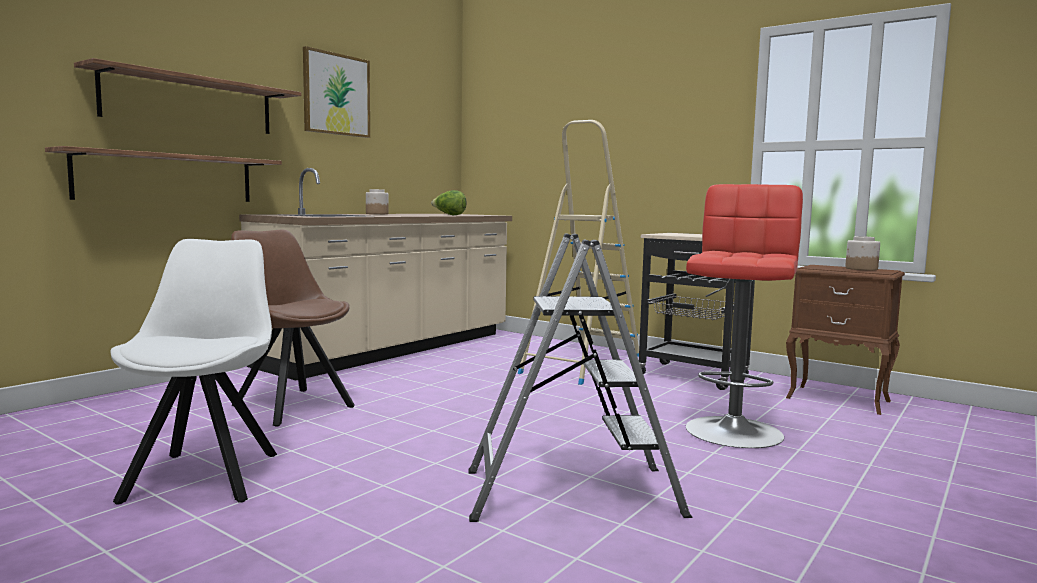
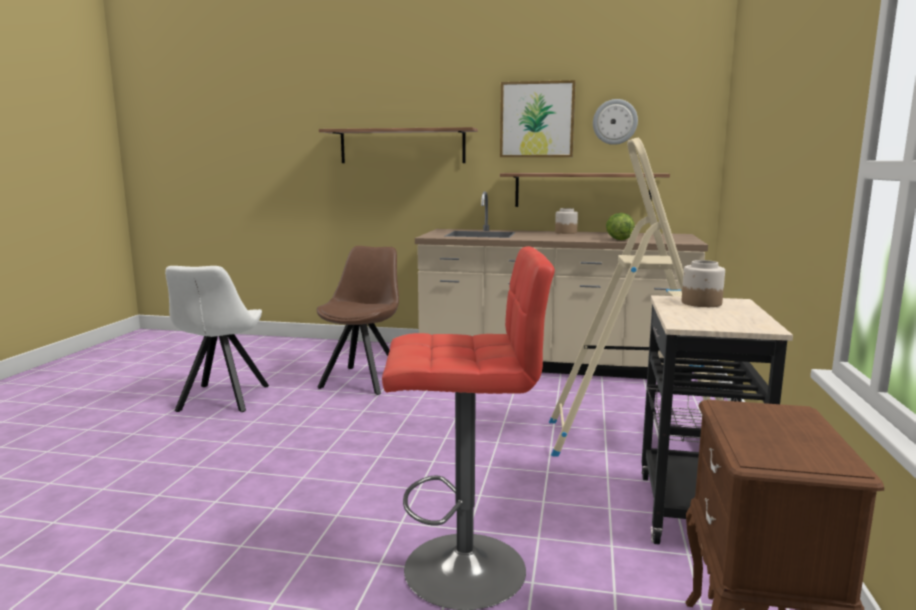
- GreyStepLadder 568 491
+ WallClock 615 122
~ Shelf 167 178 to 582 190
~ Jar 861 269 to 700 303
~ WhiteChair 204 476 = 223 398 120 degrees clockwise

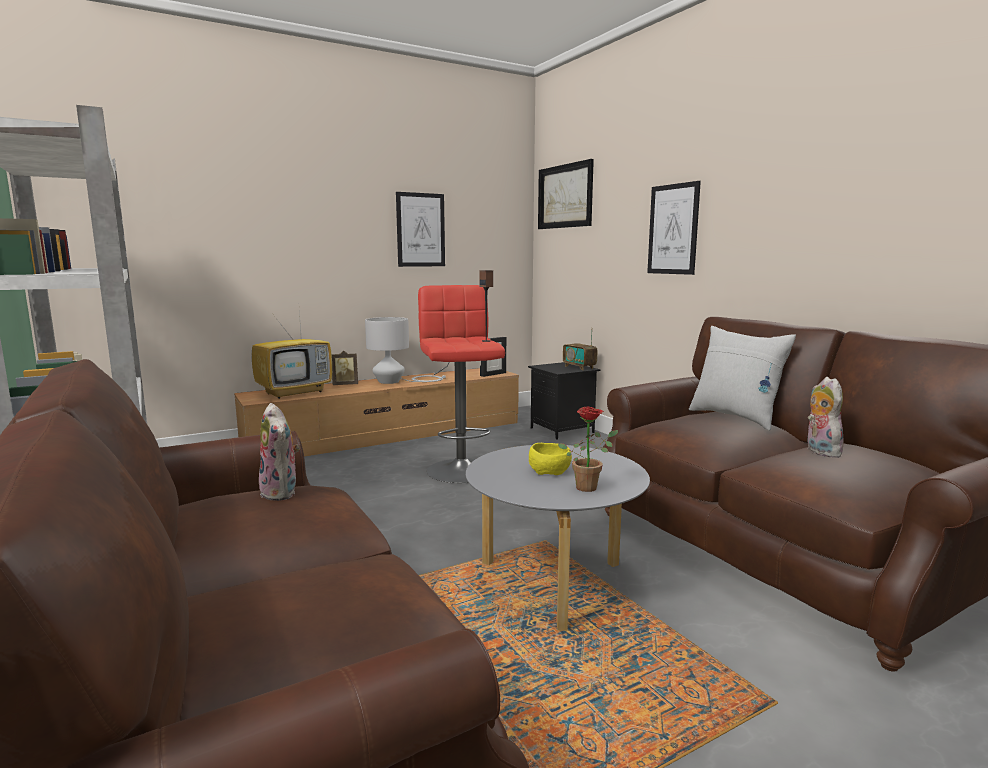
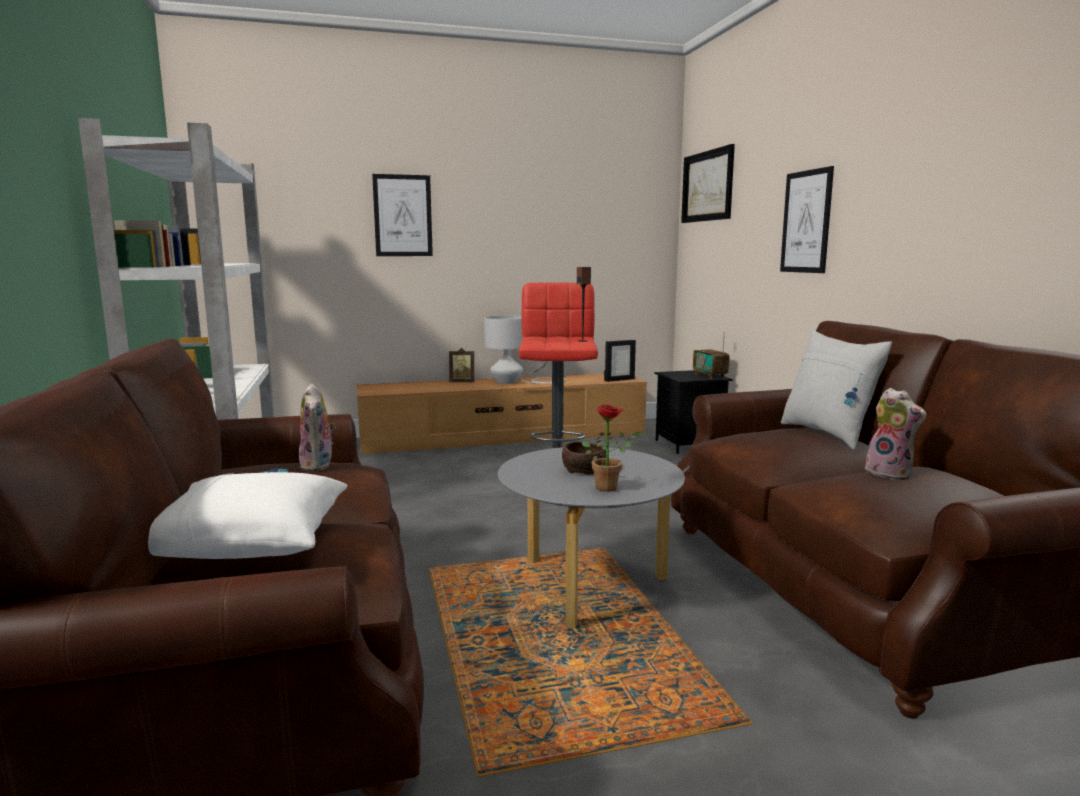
- Television 295 392
+ WhitePillow 250 544
~ Picture 420 230 to 403 215
~ YellowBowl 550 470 to BrownBowl 585 470
~ PlushToy 819 451 = 891 473 135 degrees clockwise

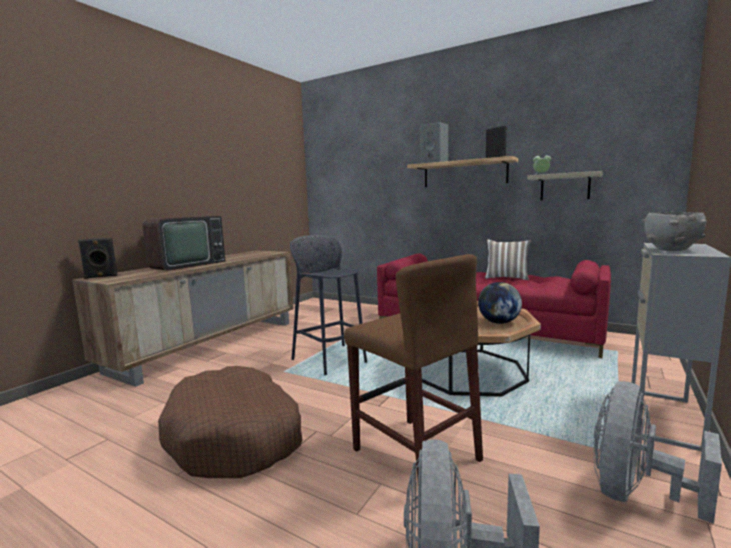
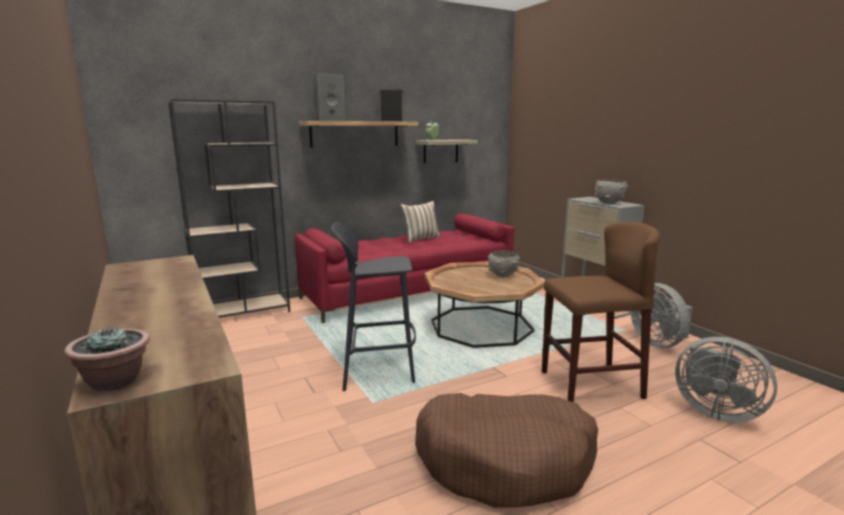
- Television 185 265
+ Bookcase 243 313
~ BlackSpeaker 101 277 to PottedPlant 115 382
~ Globe 499 322 to GreyBowl 502 276

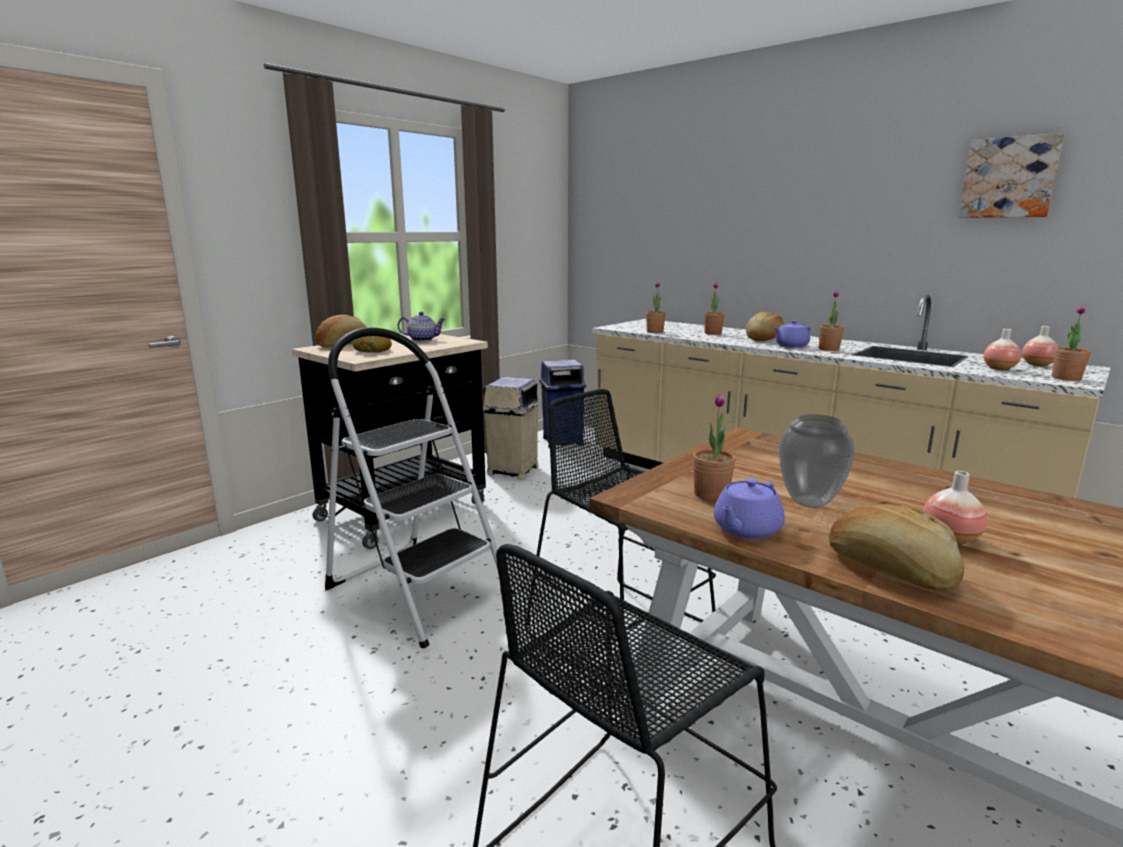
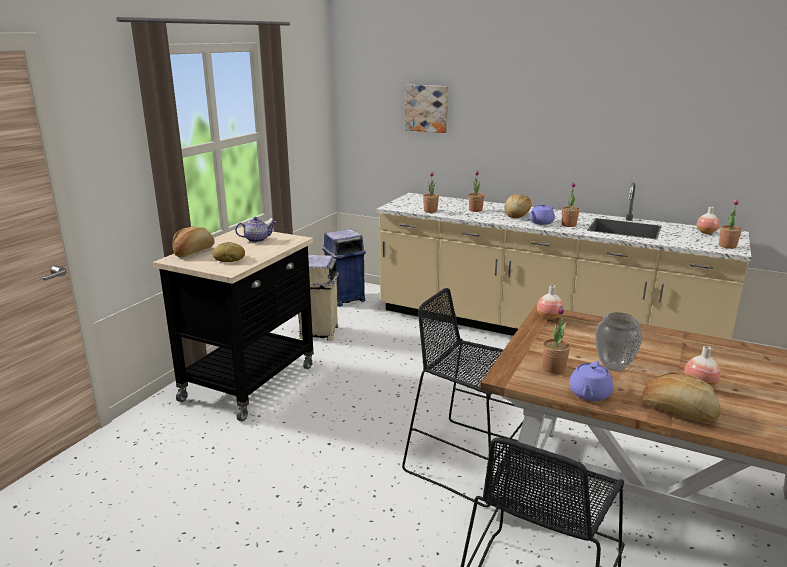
- StepLadder 415 590
~ Picture 1009 178 to 427 108
~ Vase 999 368 to 549 317

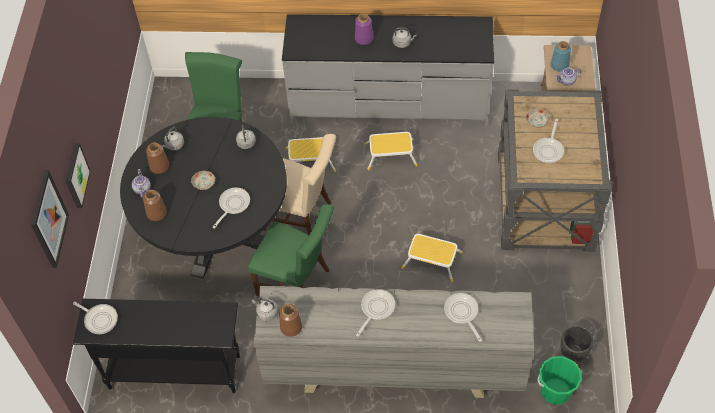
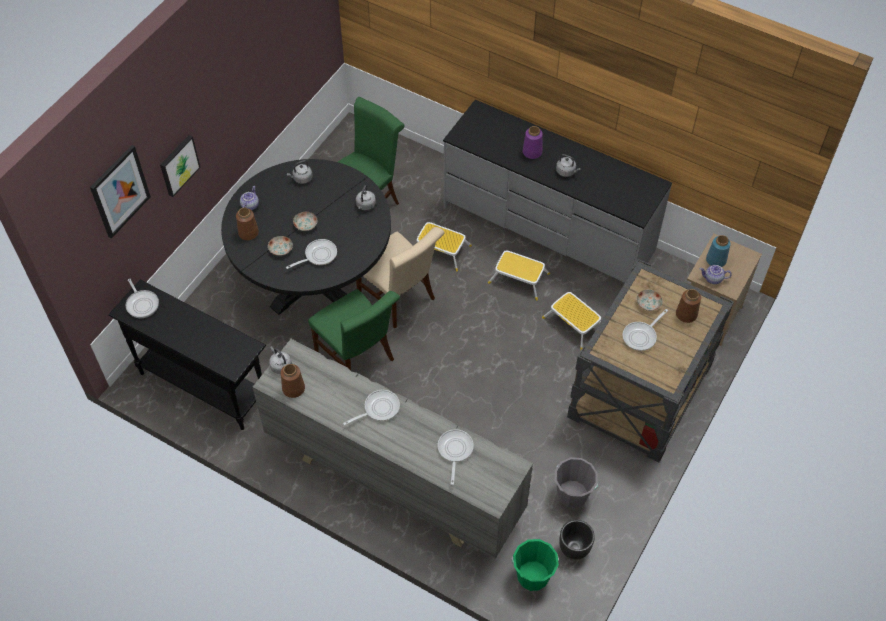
+ Plate 280 249
+ GreyBucket 572 494
~ BrownVase 159 166 to 686 314
~ YellowStepLadder 432 260 to 573 323

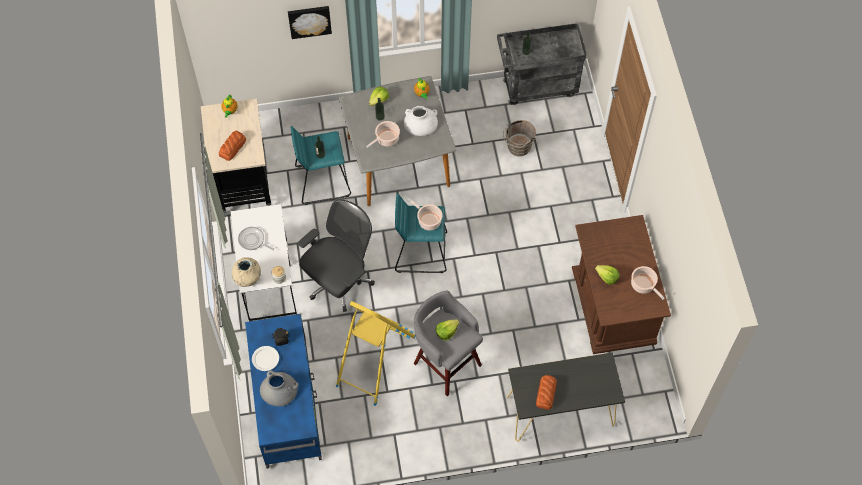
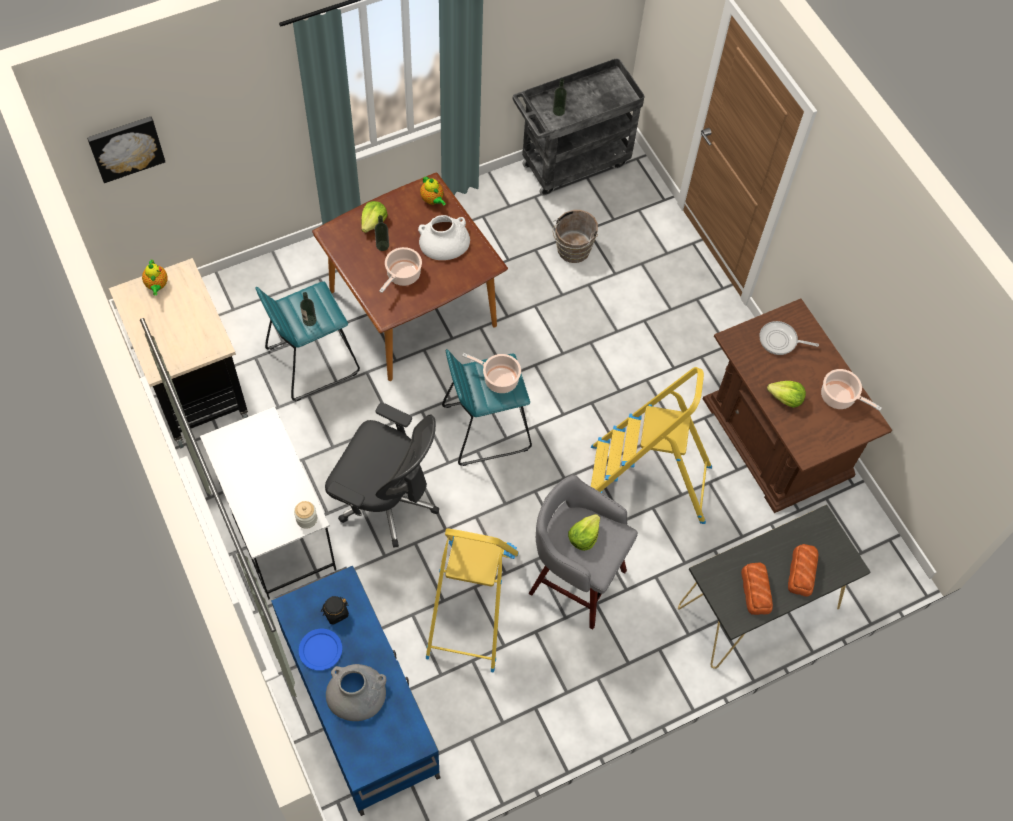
- BeigeVase 248 280
+ YellowStepLadder 646 484
~ Bread 233 147 to 802 571
~ FryingPan 253 240 to 780 341
~ Picture 309 20 to 126 147
~ WhitePlate 265 359 to BluePlate 320 650
~ GreyDiningTable 397 162 to BrownDiningTable 412 309
~ OfficeChair 340 283 = 385 502 90 degrees clockwise

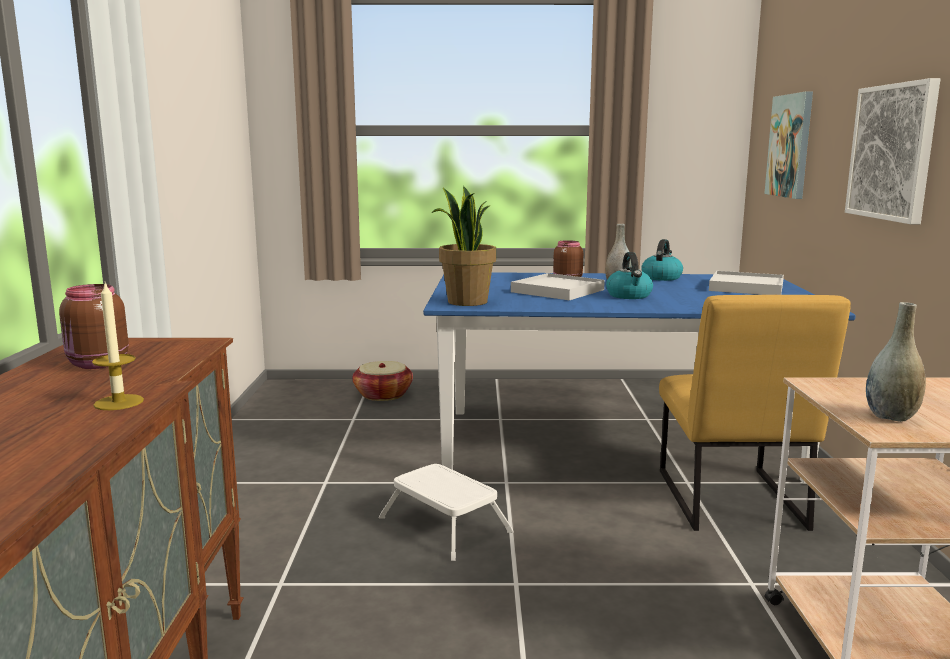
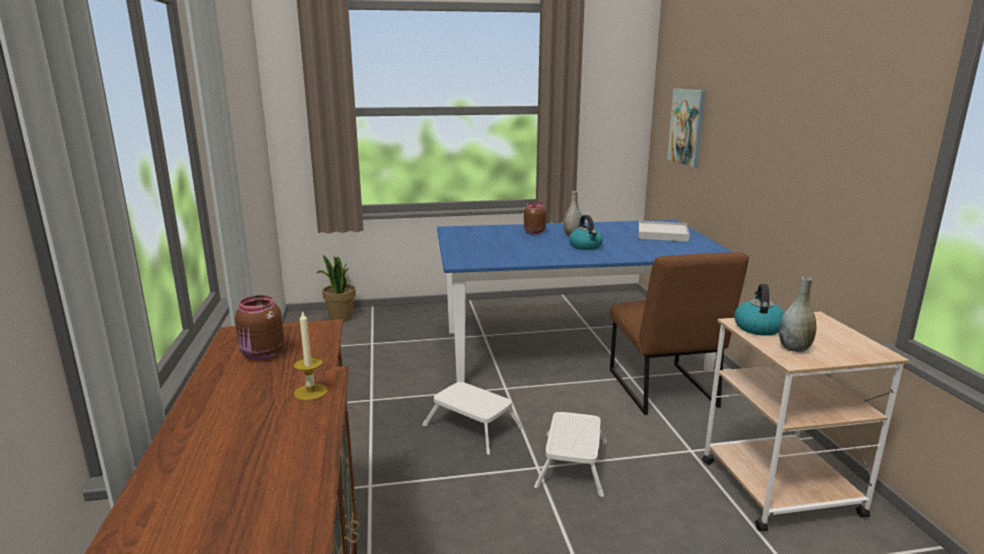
- Basket 383 395
- WhiteTray 557 291
- Picture 892 152
+ WhiteStepLadder 573 463
~ PottedPlant 466 302 to 340 318
~ Kettle 661 277 to 757 327
~ YellowChair 730 501 to BrownChair 662 389

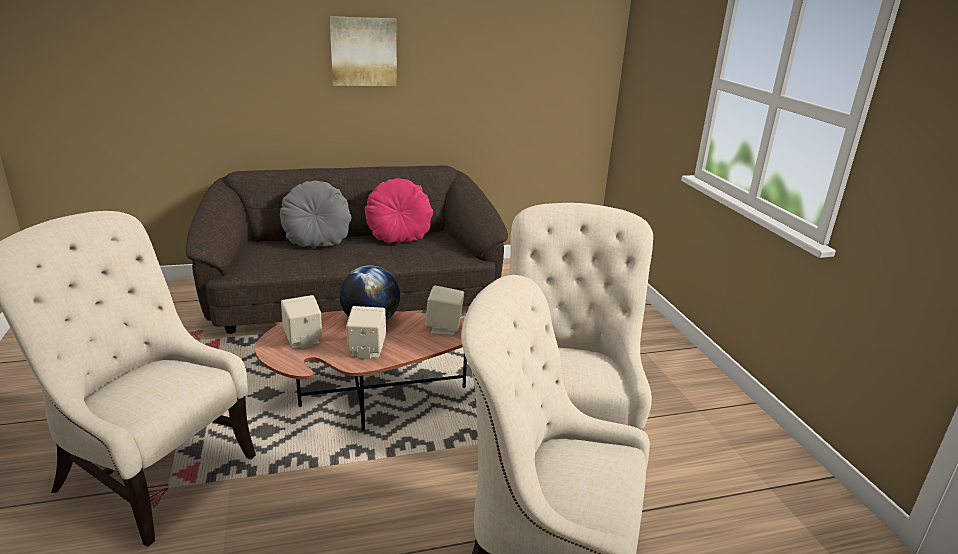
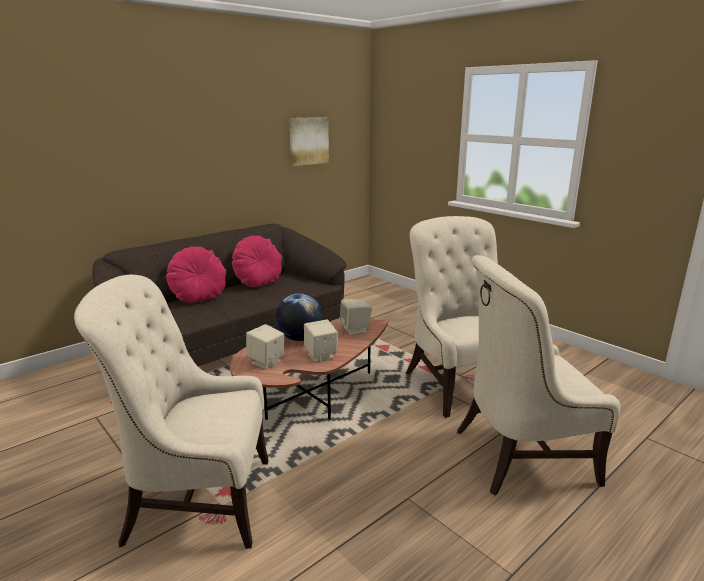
~ Picture 363 51 to 308 141
~ GreyPillow 317 243 to PinkPillow 199 299

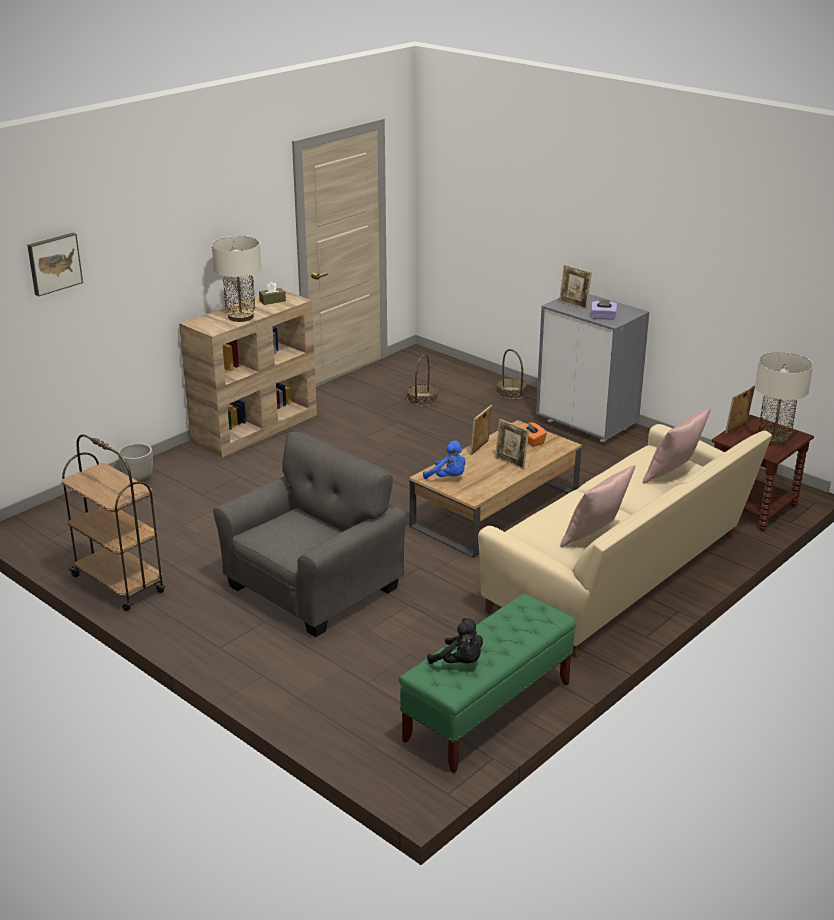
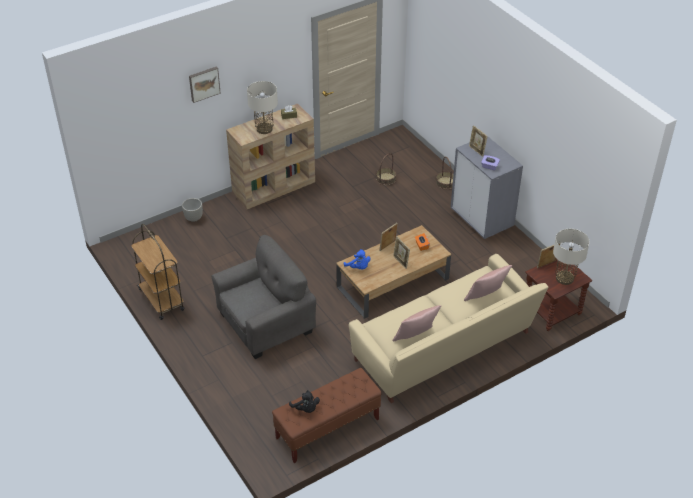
~ Picture 54 263 to 204 83
~ GreenBench 487 712 to BrownBench 327 429

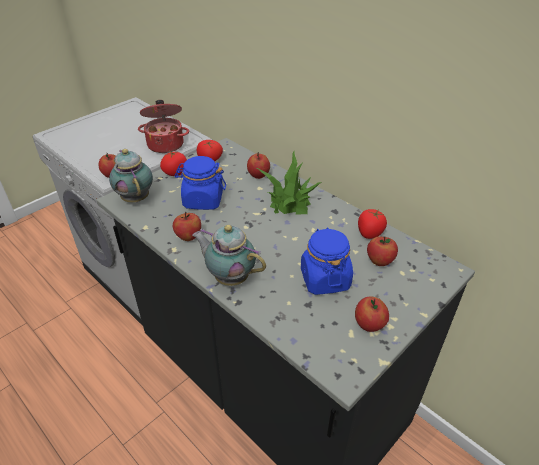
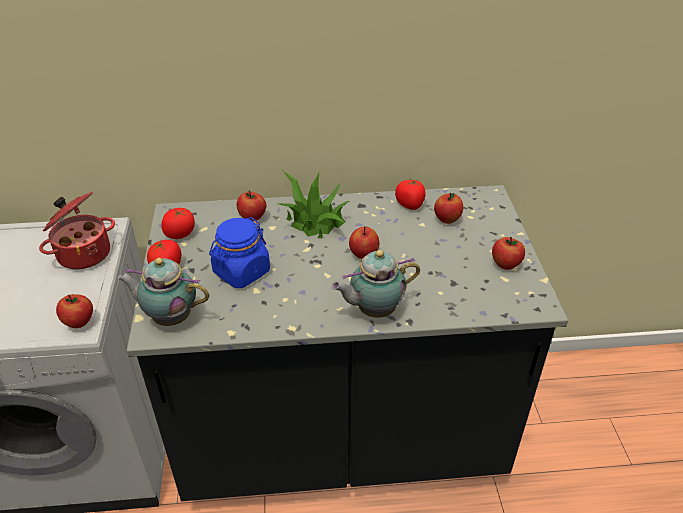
- BlueJar 324 279
~ Apple 188 237 to 363 254

